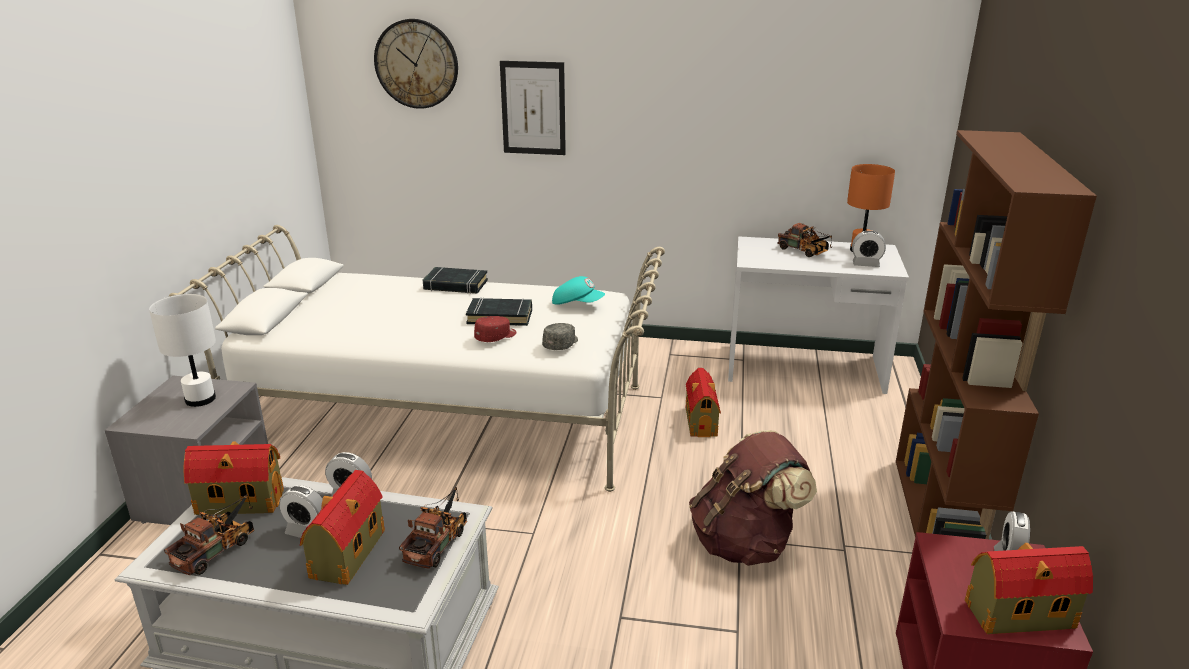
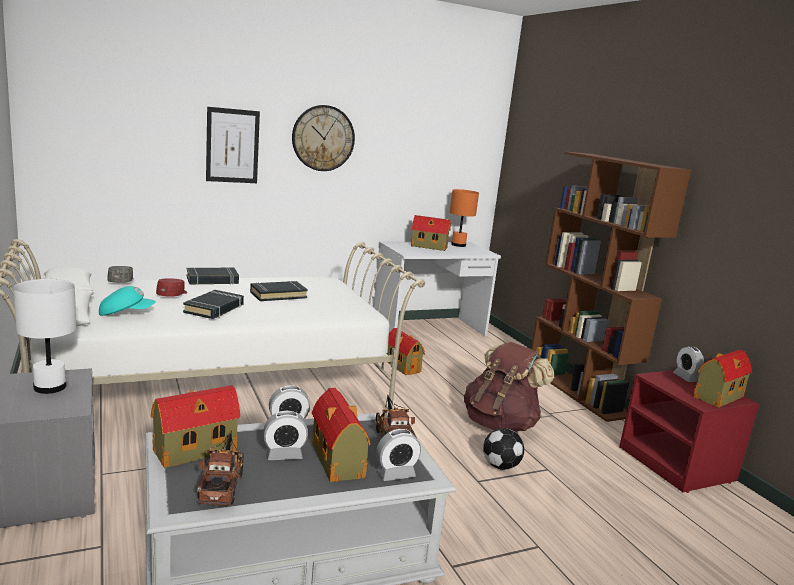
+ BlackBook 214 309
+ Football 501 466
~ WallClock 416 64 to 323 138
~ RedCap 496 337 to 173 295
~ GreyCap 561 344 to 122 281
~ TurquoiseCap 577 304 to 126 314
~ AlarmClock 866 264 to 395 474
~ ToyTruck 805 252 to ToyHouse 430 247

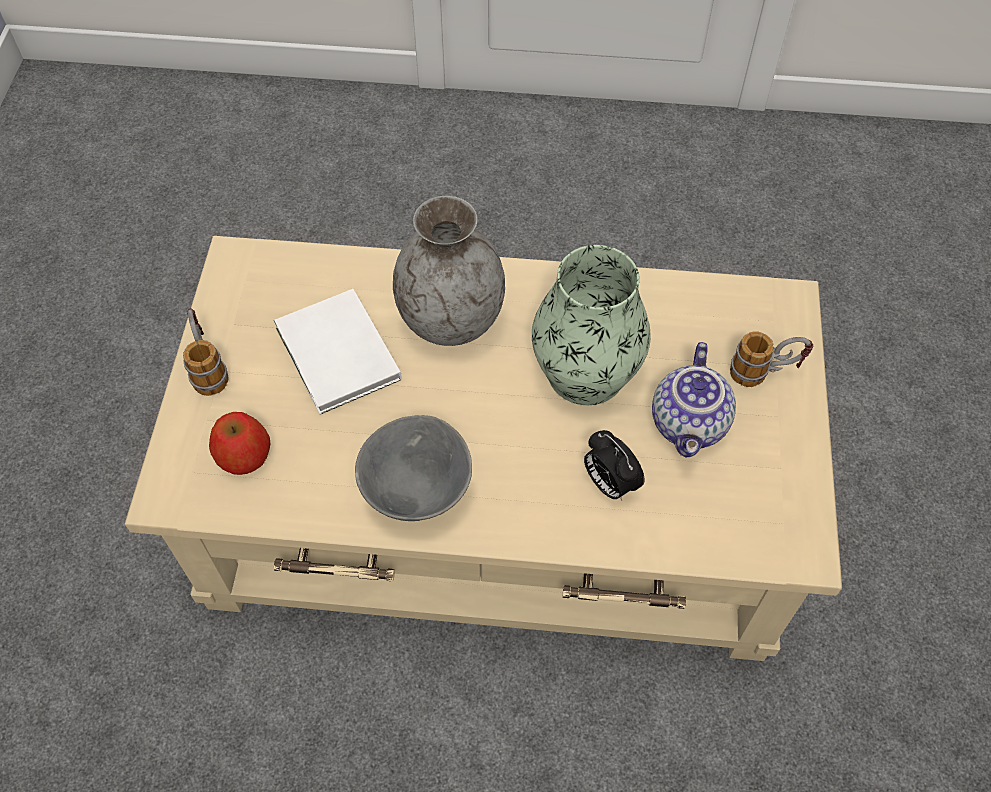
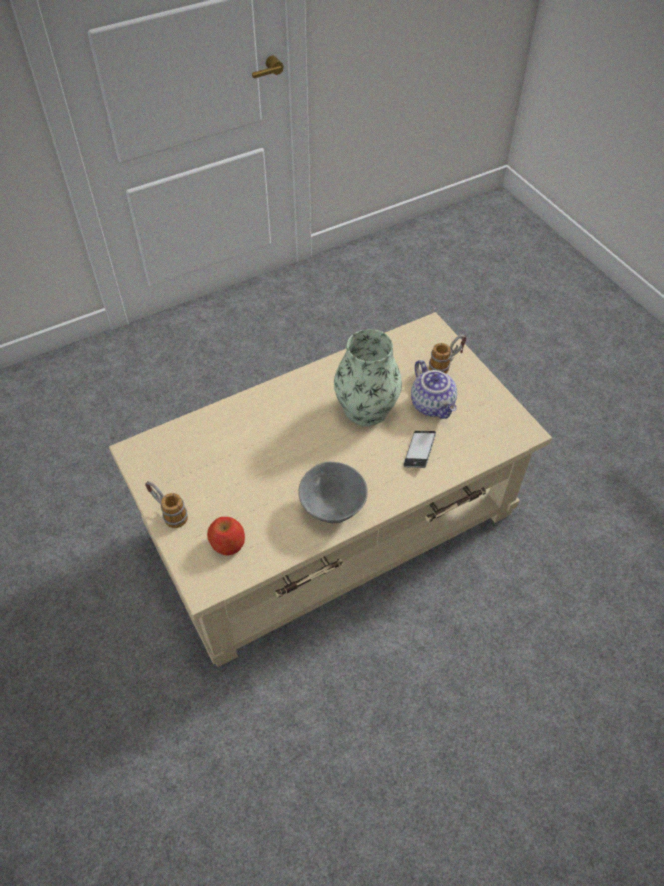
- WhiteBook 337 357
- GreyVase 451 319
~ AlarmClock 609 484 to Phone 419 451

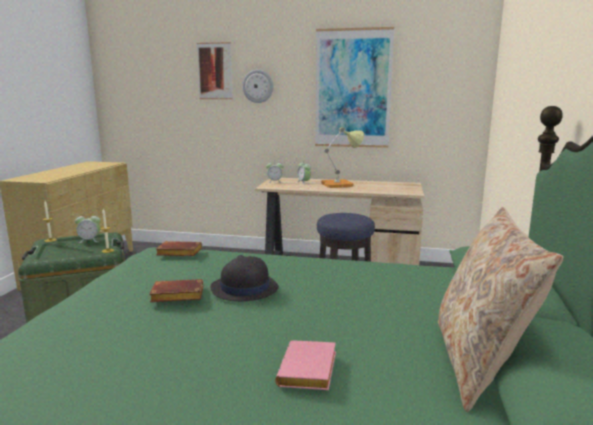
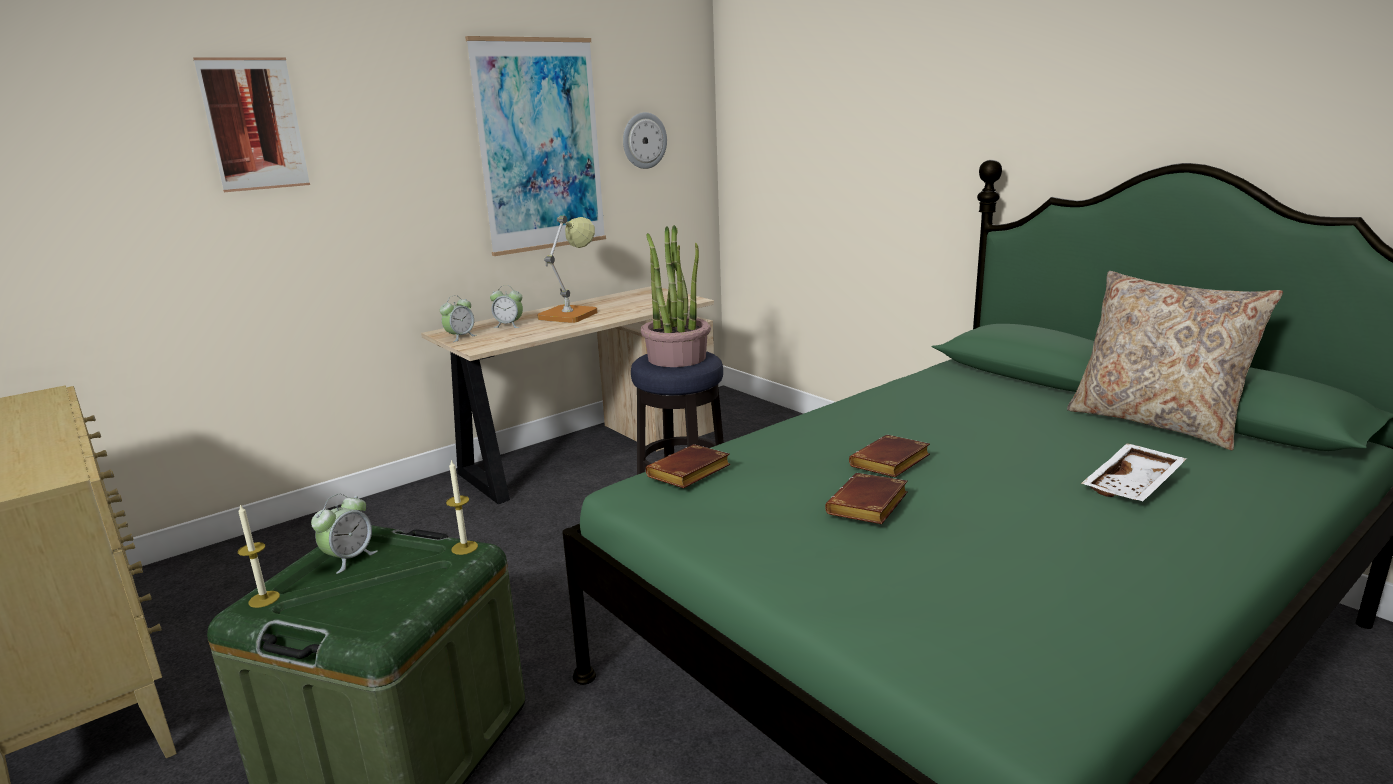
+ PottedPlant 677 358
~ WallClock 258 86 to 644 140
~ BlackHat 244 288 to BrownBook 890 464
~ PinkBook 309 372 to WhiteTray 1134 485

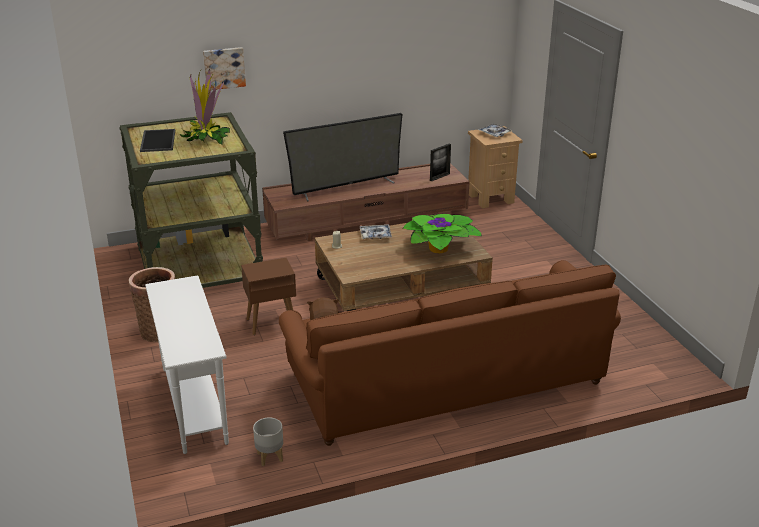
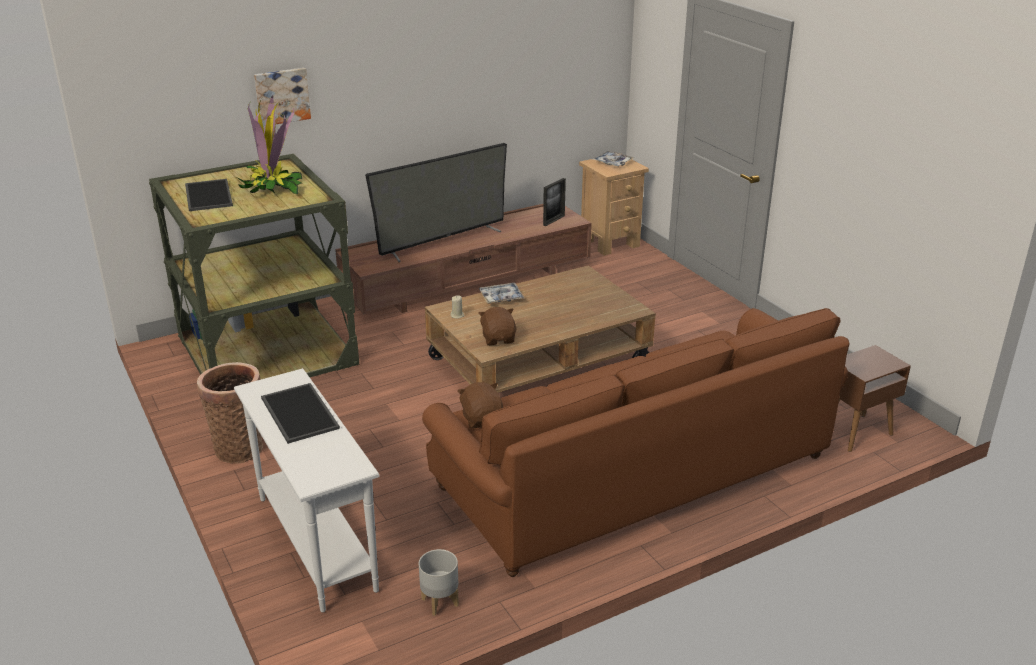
- PottedPlant 440 248
+ Tray 297 413
+ BrownPlushToy 498 339
~ BrownSideTable 271 323 to 856 433

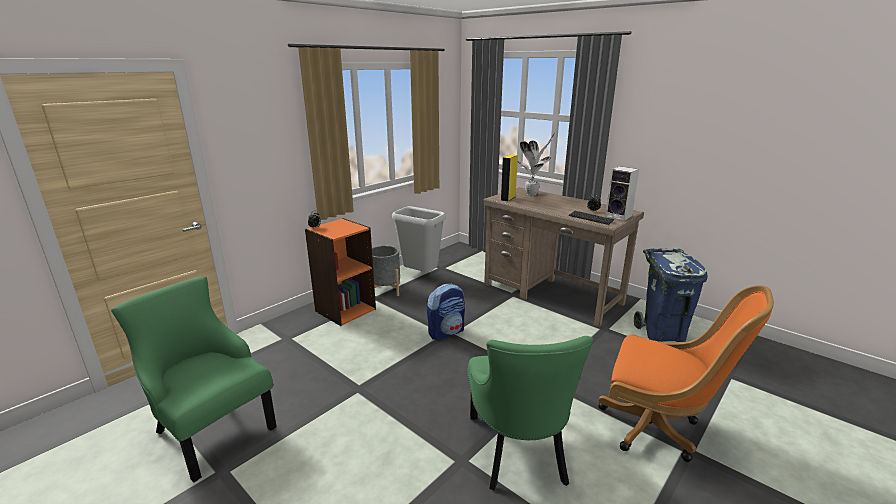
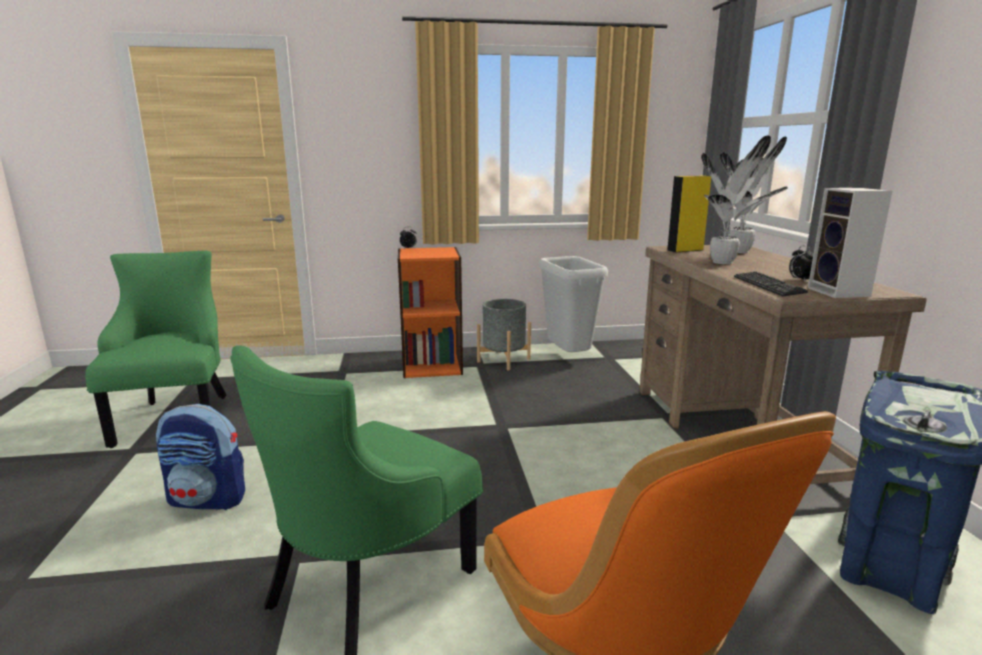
+ PottedPlant 724 263
~ Backpack 446 332 to 208 499

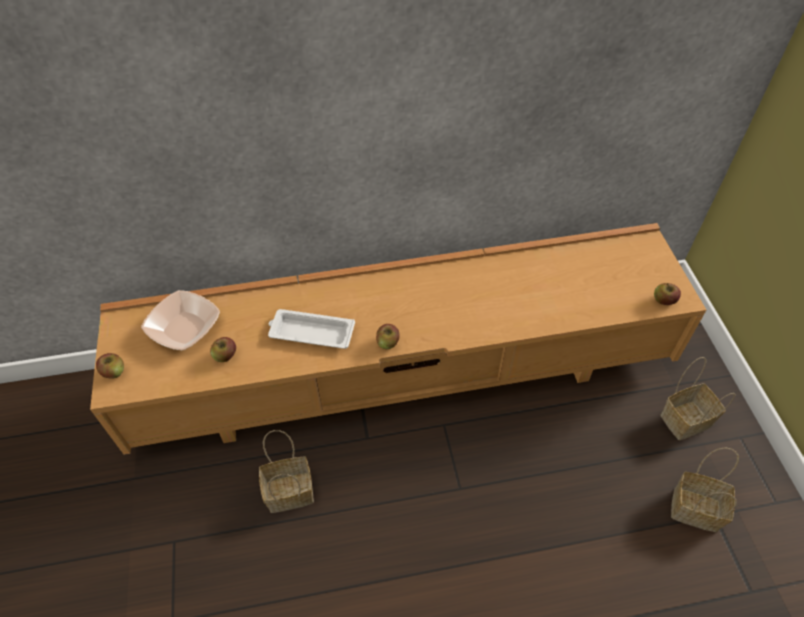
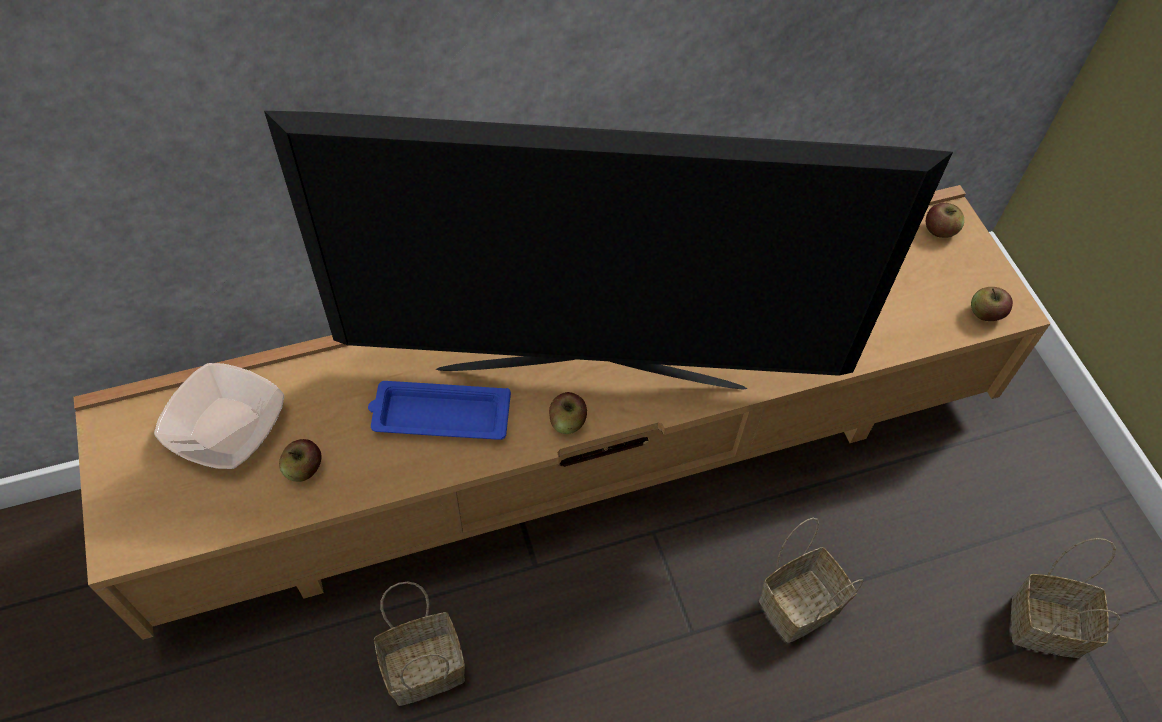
+ Television 591 374
~ Apple 114 372 to 940 230
~ Basket 686 419 to 800 603
~ WhiteTray 310 332 to BlueTray 439 415

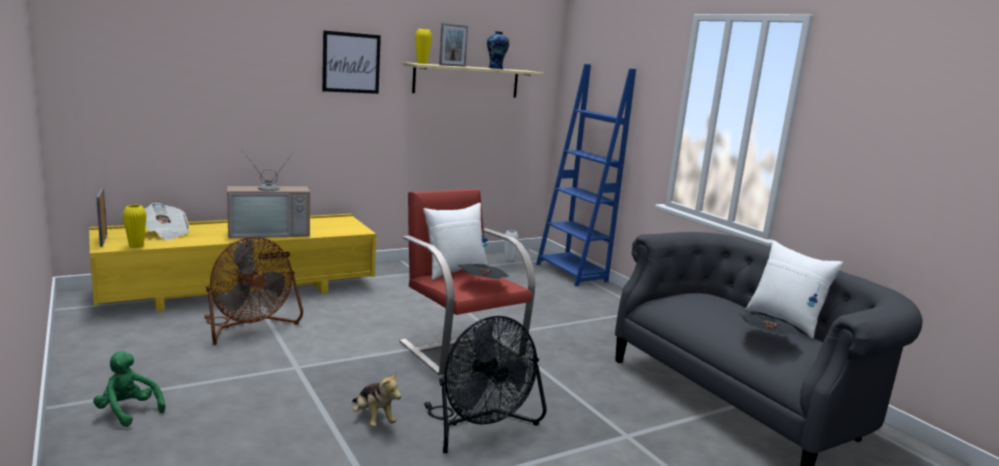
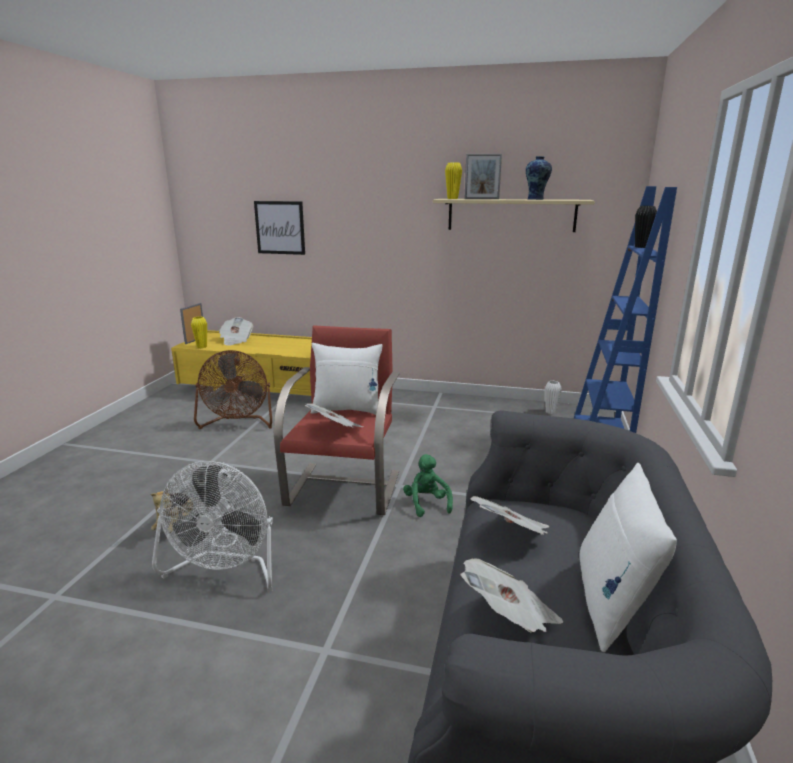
- Television 269 232
+ Newspaper 511 534
+ BlackVase 641 247
~ GreenPlushToy 128 412 to 427 504
~ Picture 351 63 to 280 227
~ BlackFan 477 427 to WhiteFan 223 567

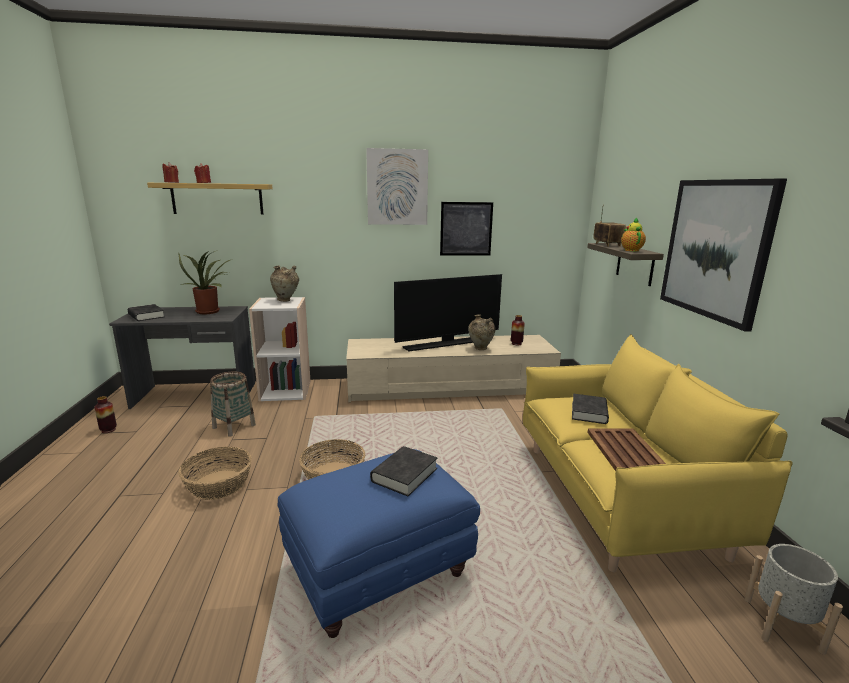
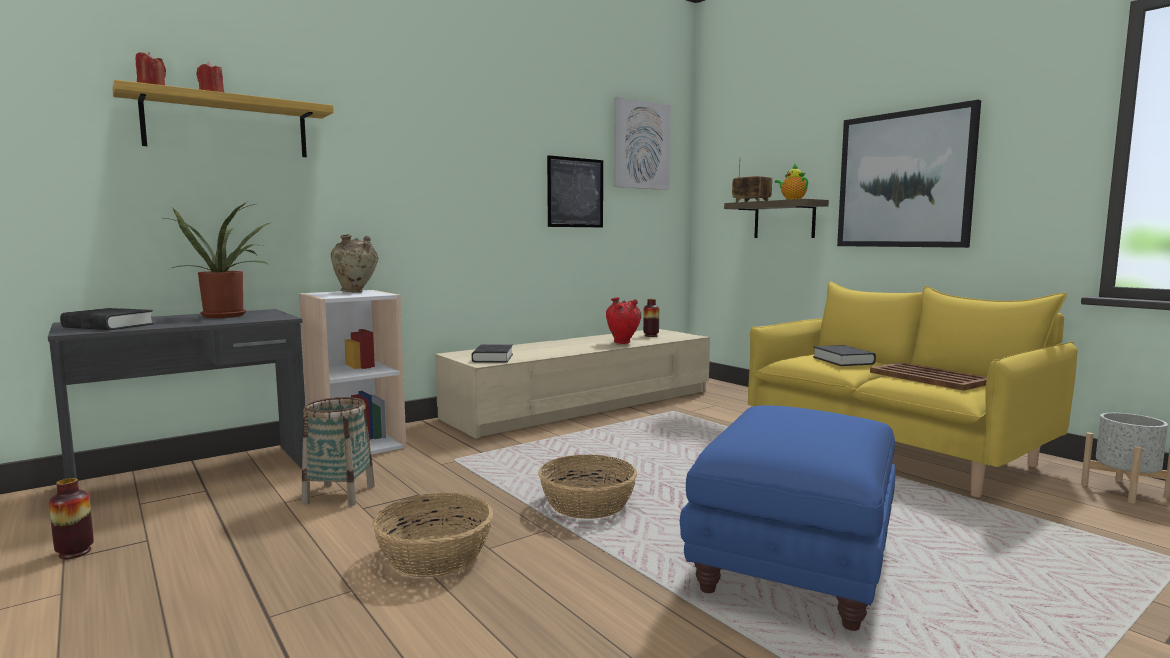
- Television 447 343
~ Picture 397 187 to 641 145
~ BlackBook 404 475 to 492 358
~ BeigeVase 480 349 to RedVase 623 343

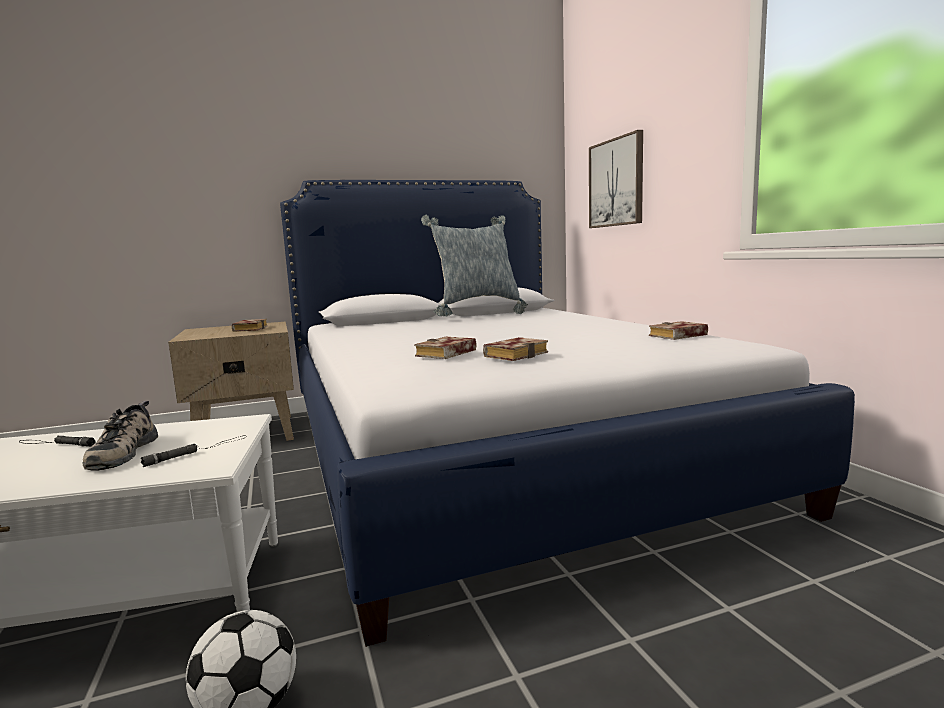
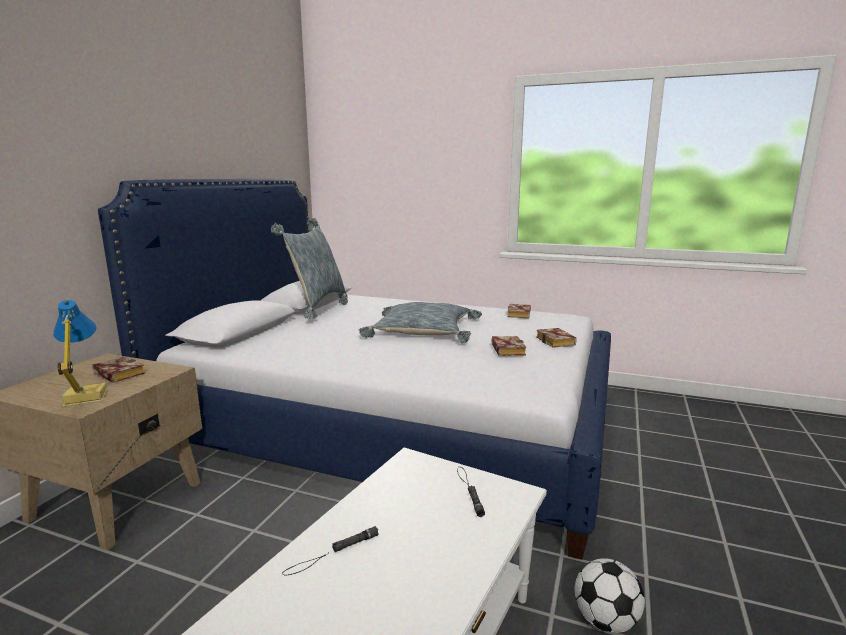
- Shoe 121 452
- Picture 616 183
+ TableLamp 83 397
+ Pillow 424 329
~ Book 446 354 to 557 342

